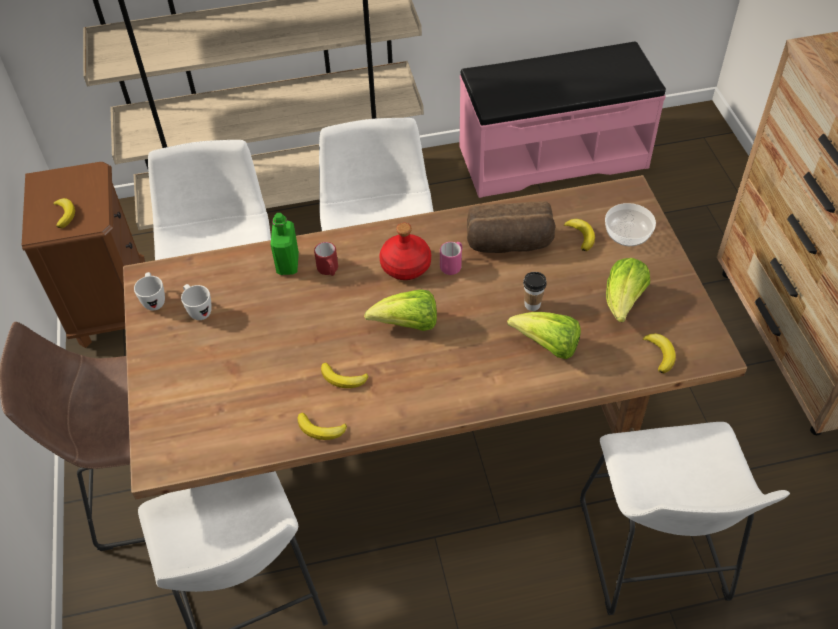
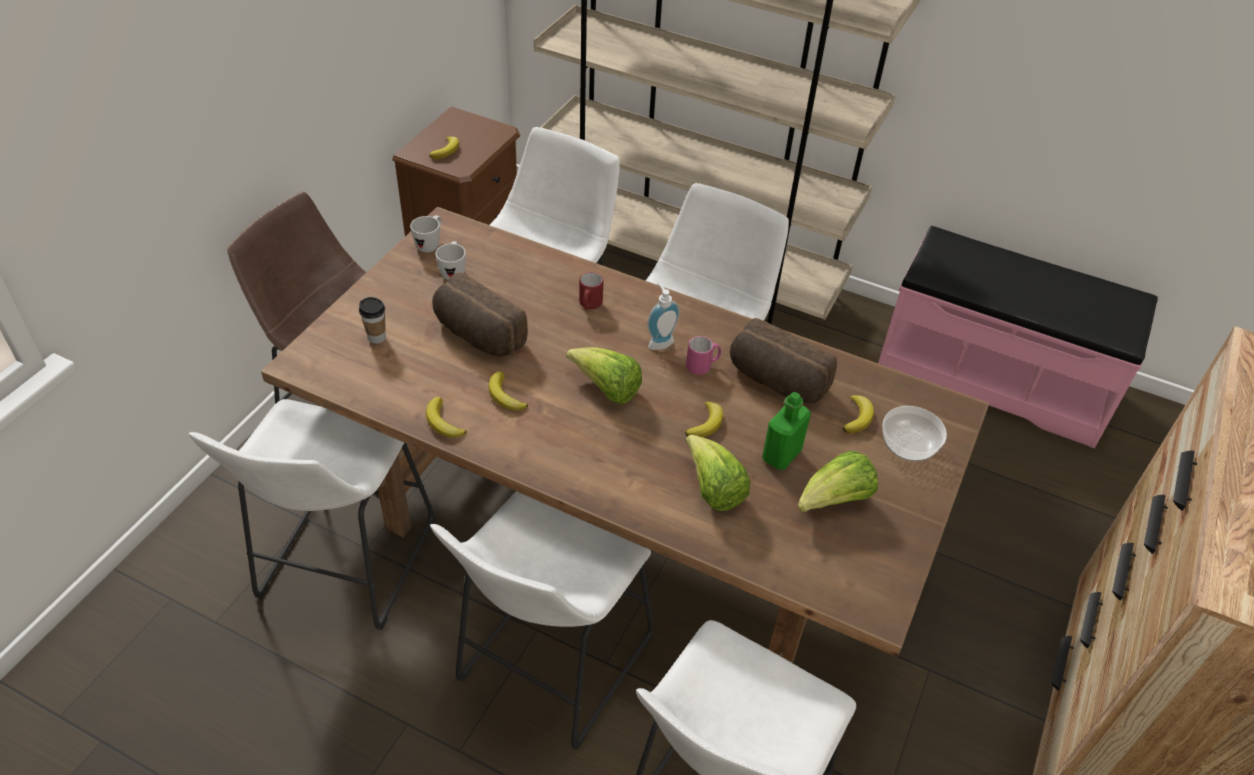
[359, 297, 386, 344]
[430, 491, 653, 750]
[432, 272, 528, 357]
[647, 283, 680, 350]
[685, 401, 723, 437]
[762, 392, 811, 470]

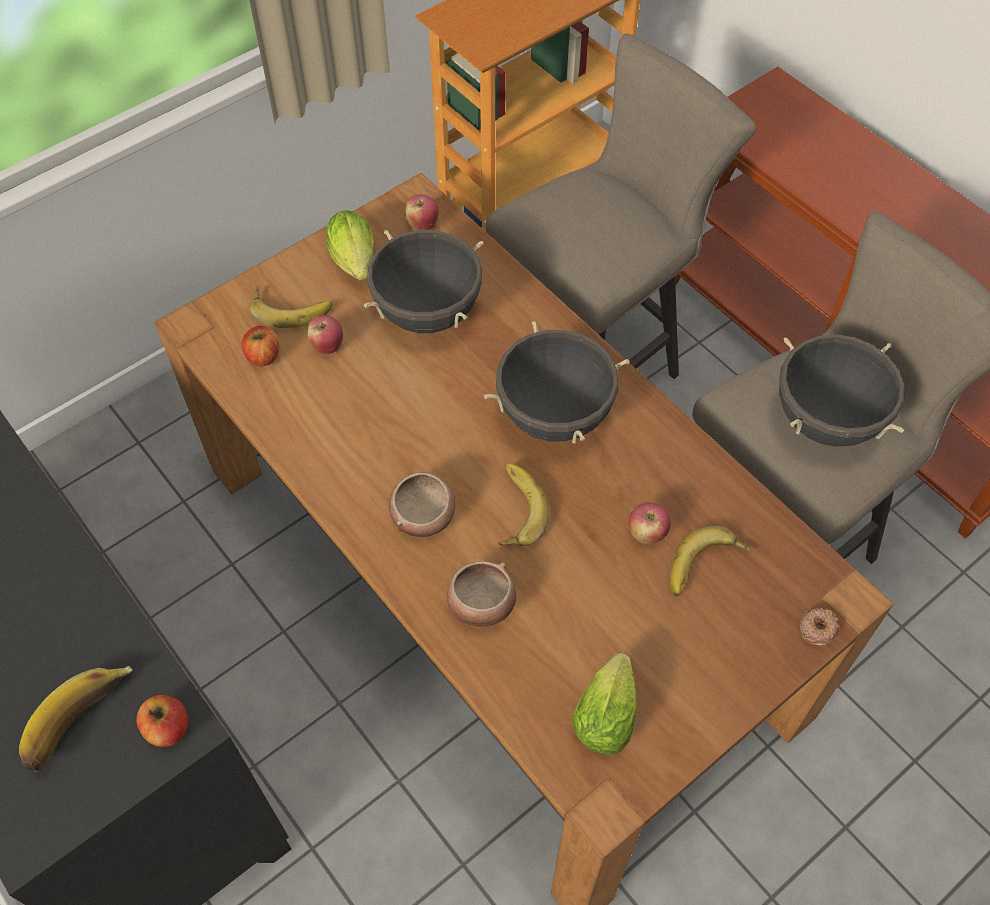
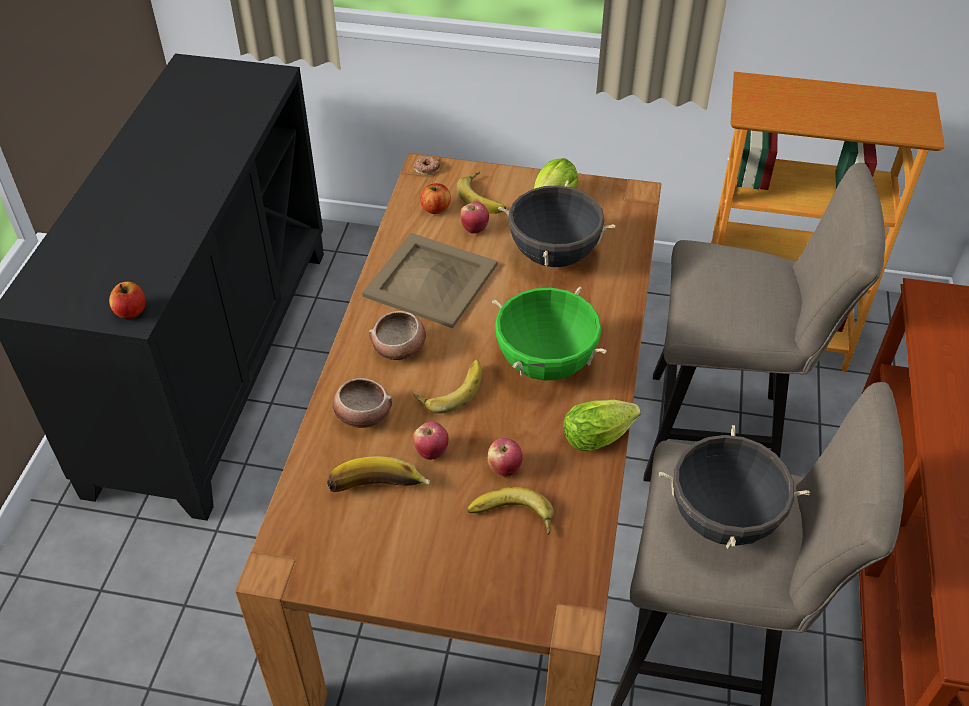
[327, 457, 430, 492]
[362, 233, 498, 328]
[413, 156, 440, 175]
[413, 421, 449, 460]
[492, 286, 607, 381]
[563, 400, 641, 451]

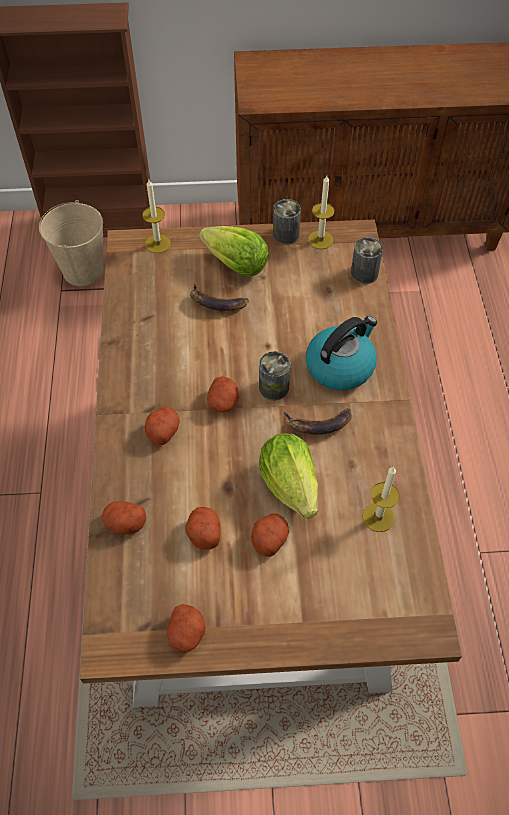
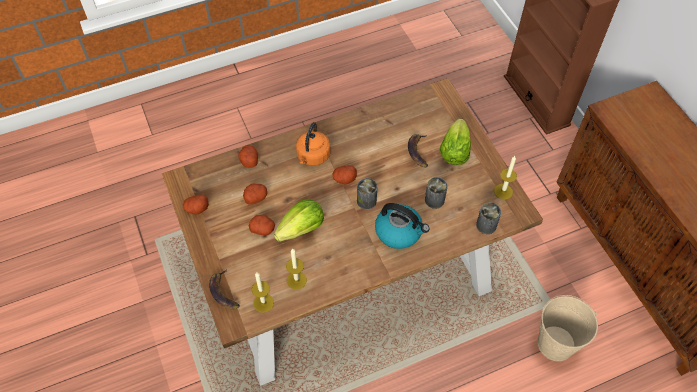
[209, 269, 240, 309]
[252, 273, 274, 313]
[296, 122, 331, 166]
[425, 177, 447, 209]
[537, 295, 598, 362]

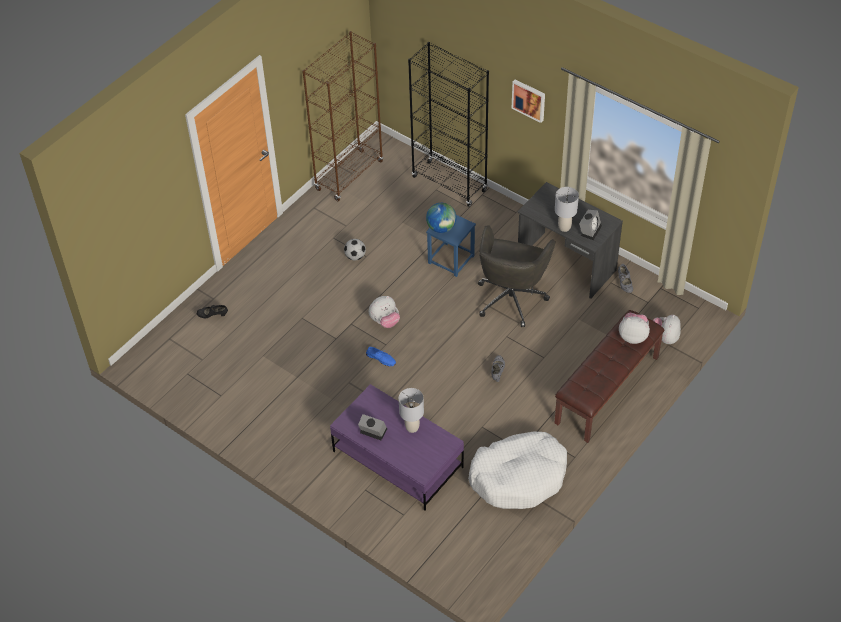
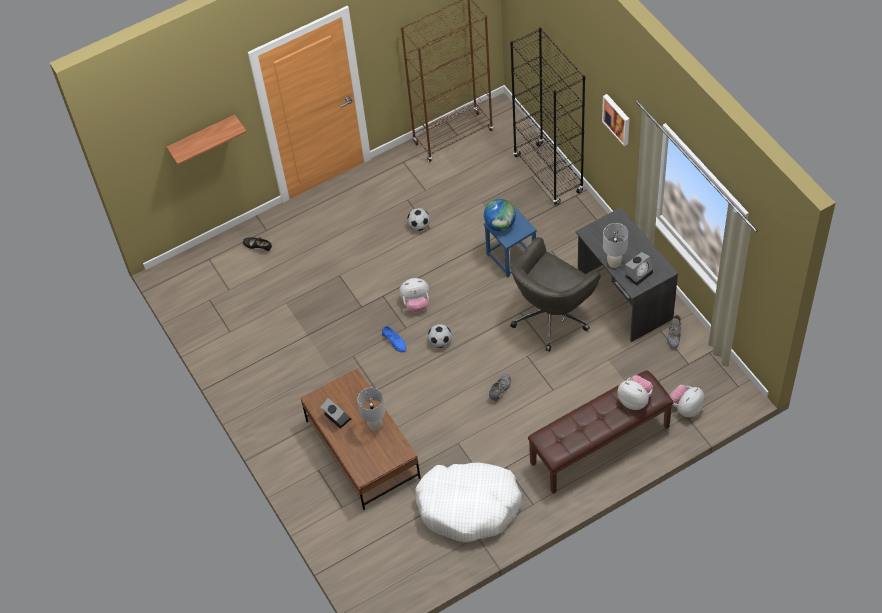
[166, 114, 247, 165]
[301, 368, 420, 510]
[428, 324, 452, 348]

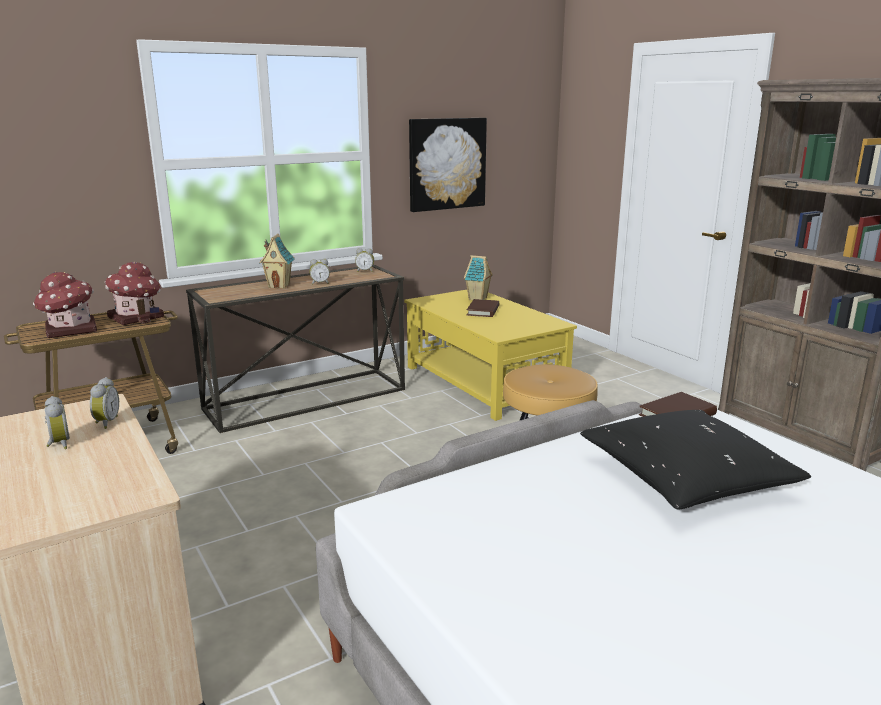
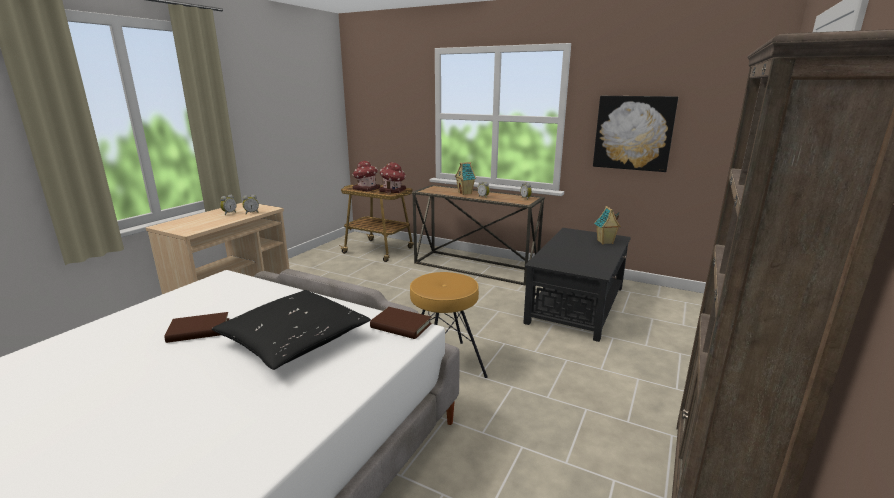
[164, 312, 229, 343]
[523, 228, 631, 342]

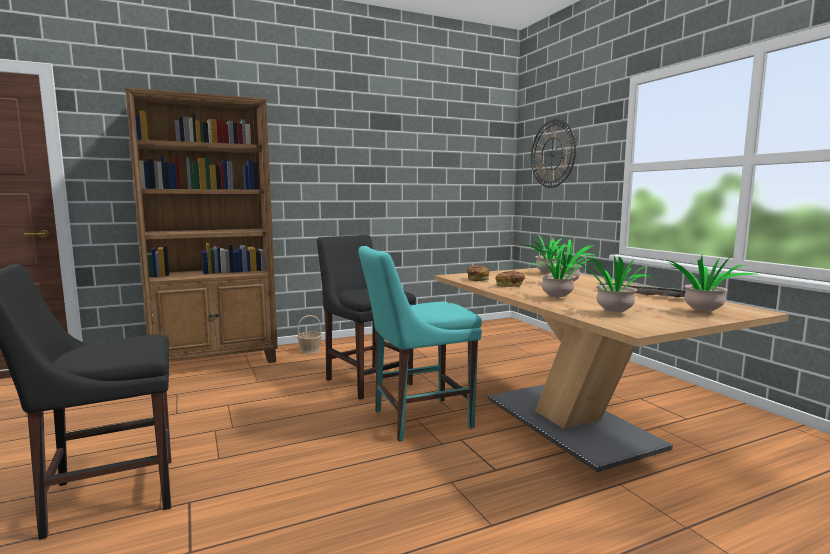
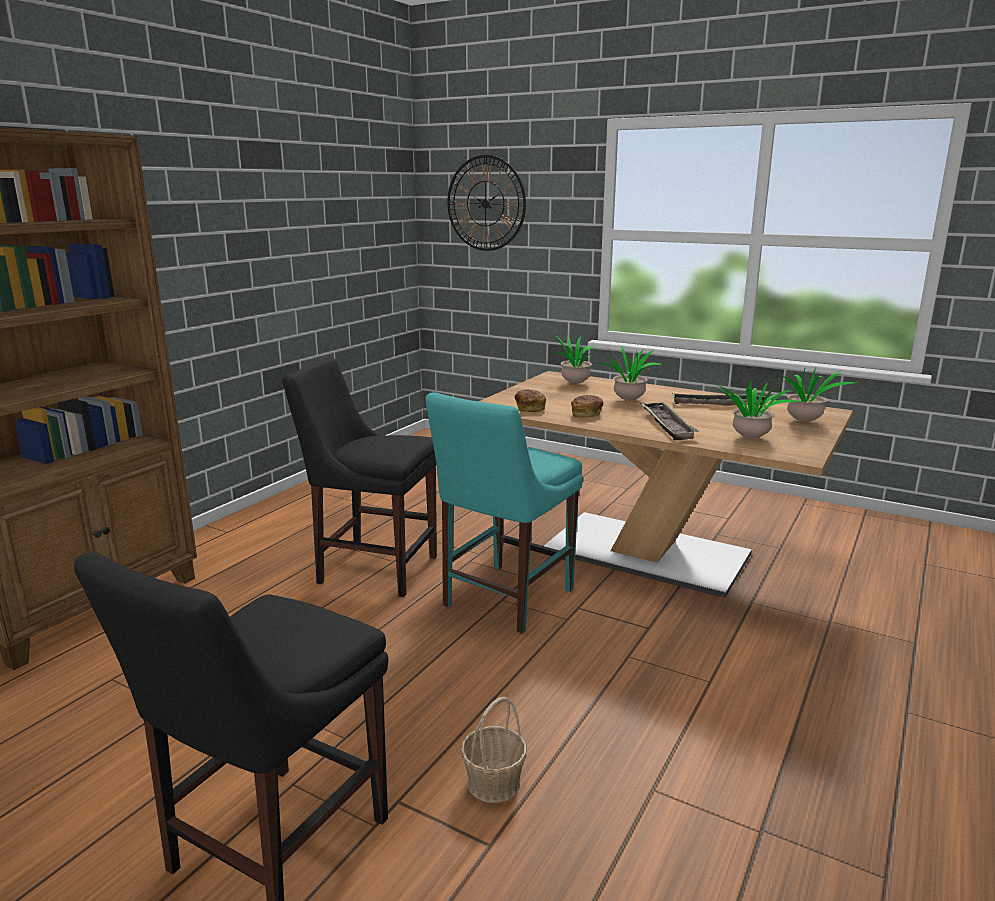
[461, 697, 527, 803]
[641, 402, 699, 440]

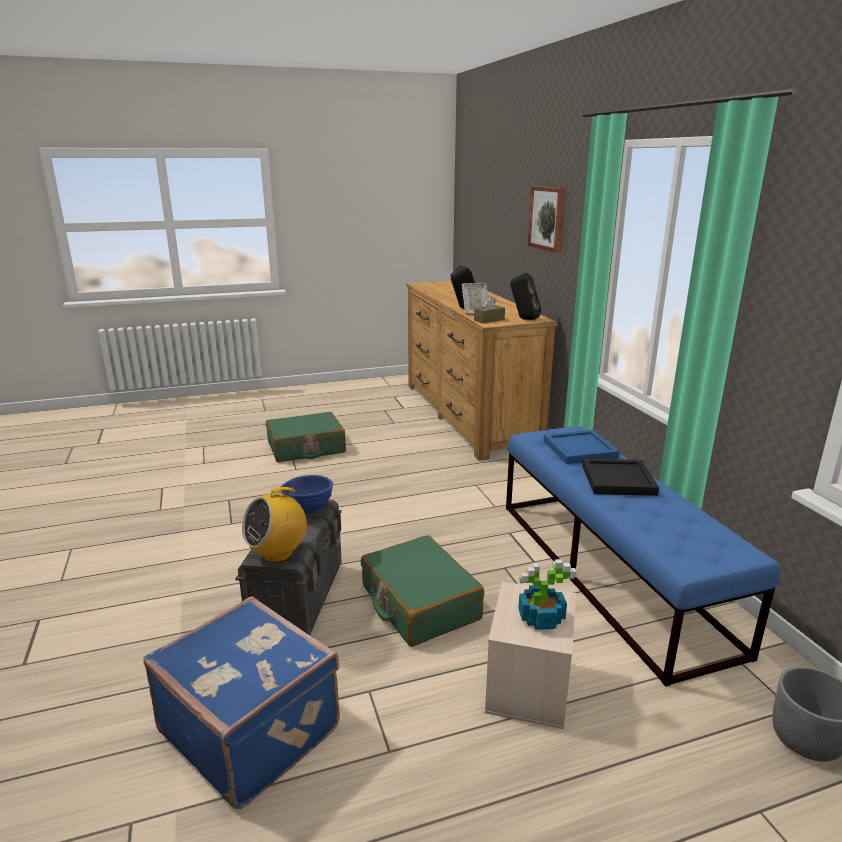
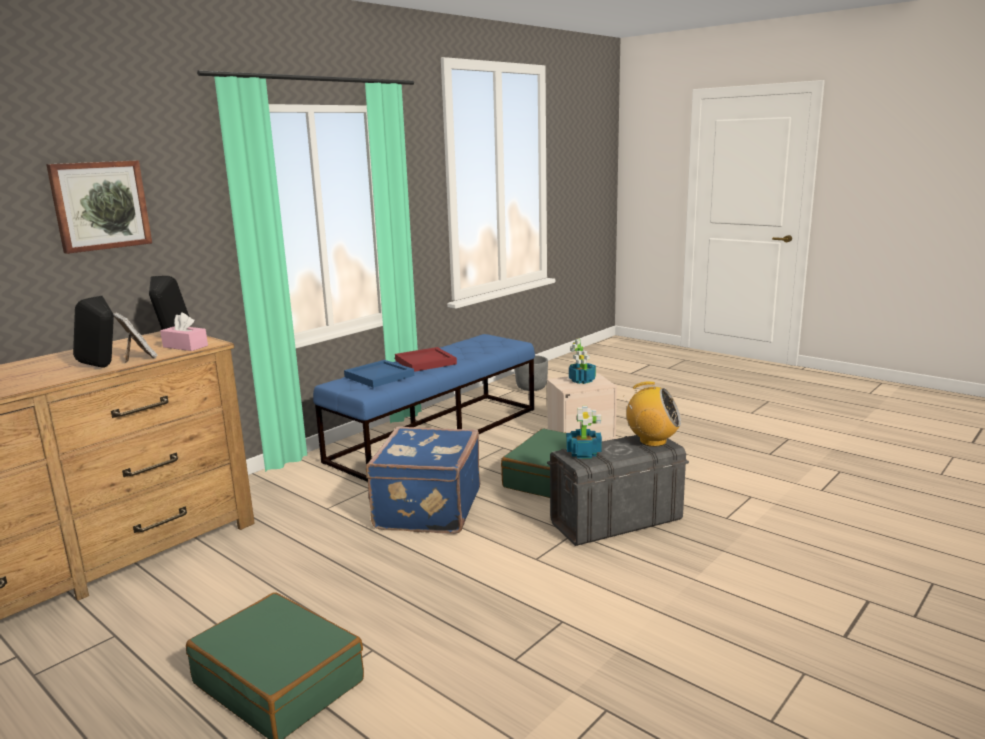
[160, 312, 208, 351]
[366, 426, 480, 534]
[395, 347, 457, 372]
[566, 406, 602, 459]

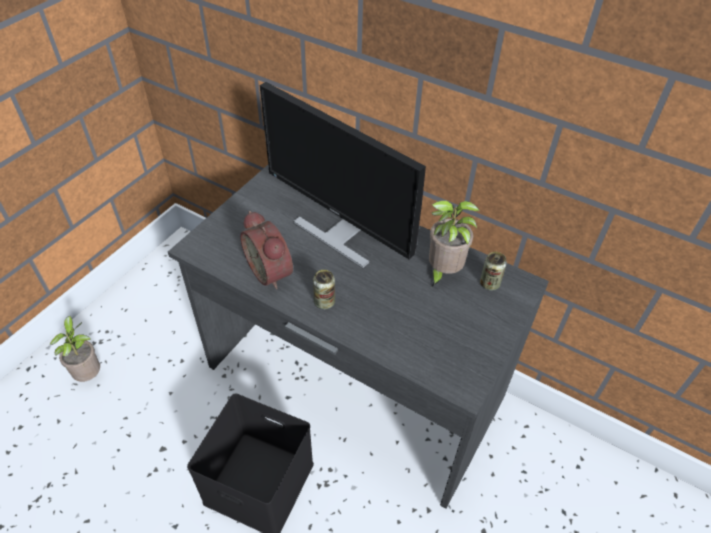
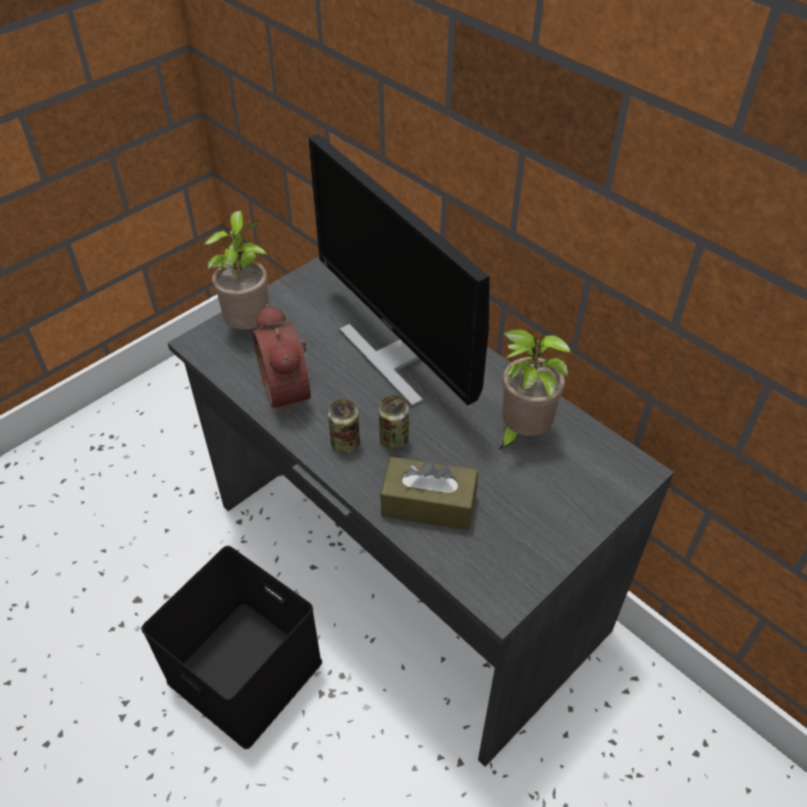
[204, 211, 269, 330]
[379, 395, 409, 450]
[381, 457, 478, 530]

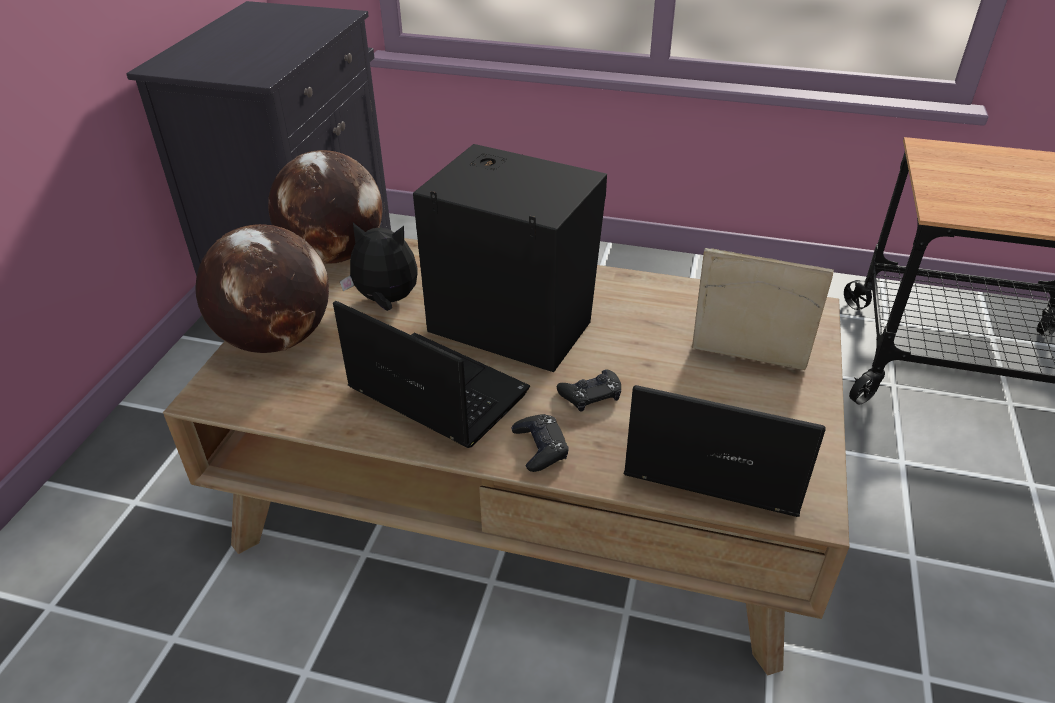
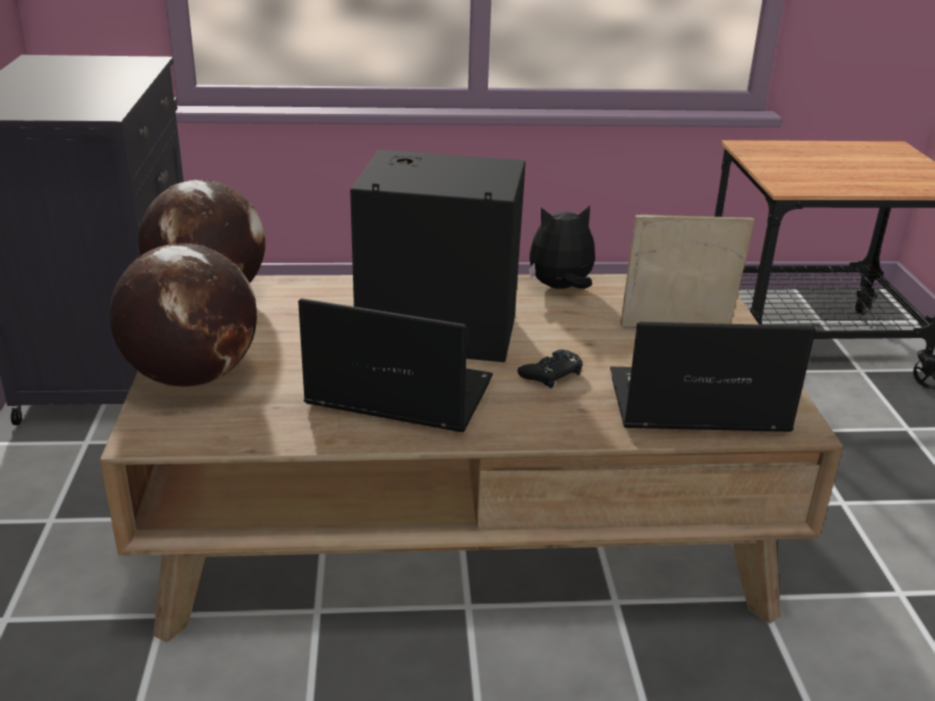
[529, 206, 595, 289]
[511, 414, 569, 472] (first image)

